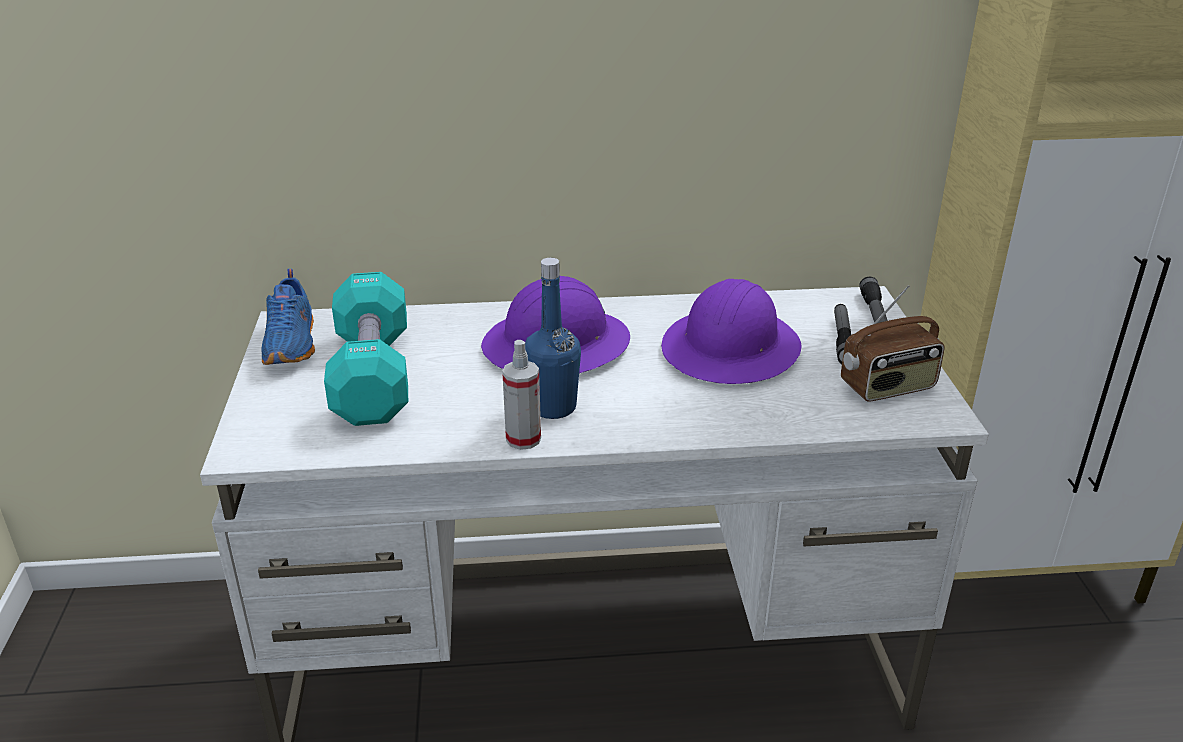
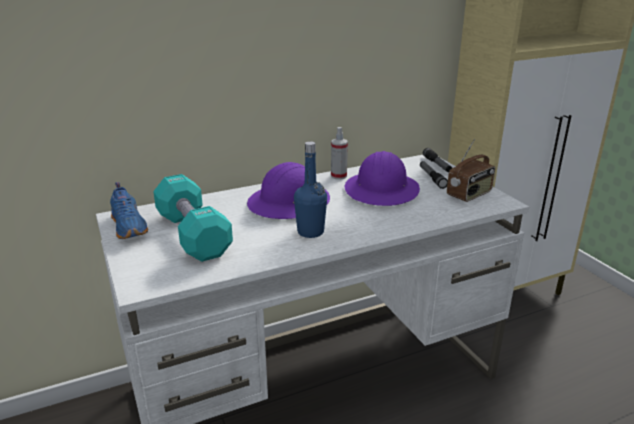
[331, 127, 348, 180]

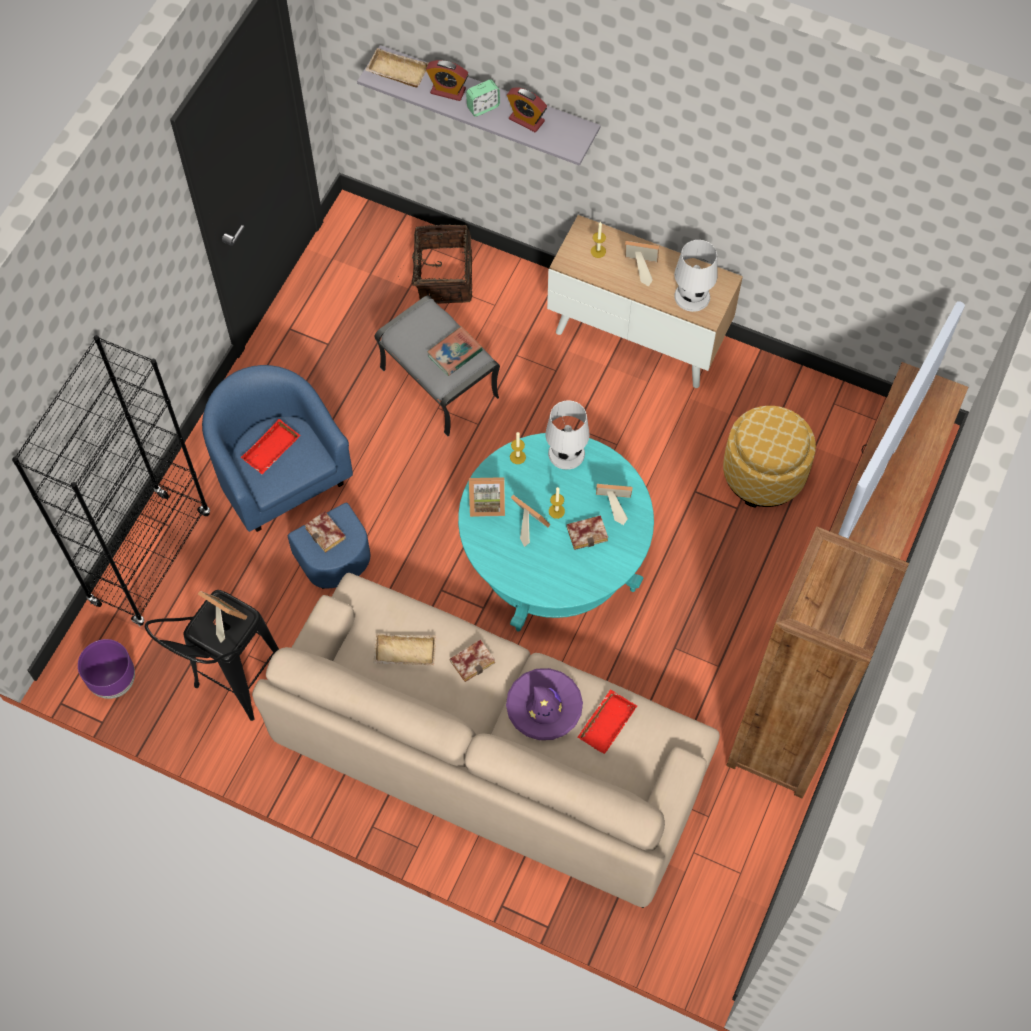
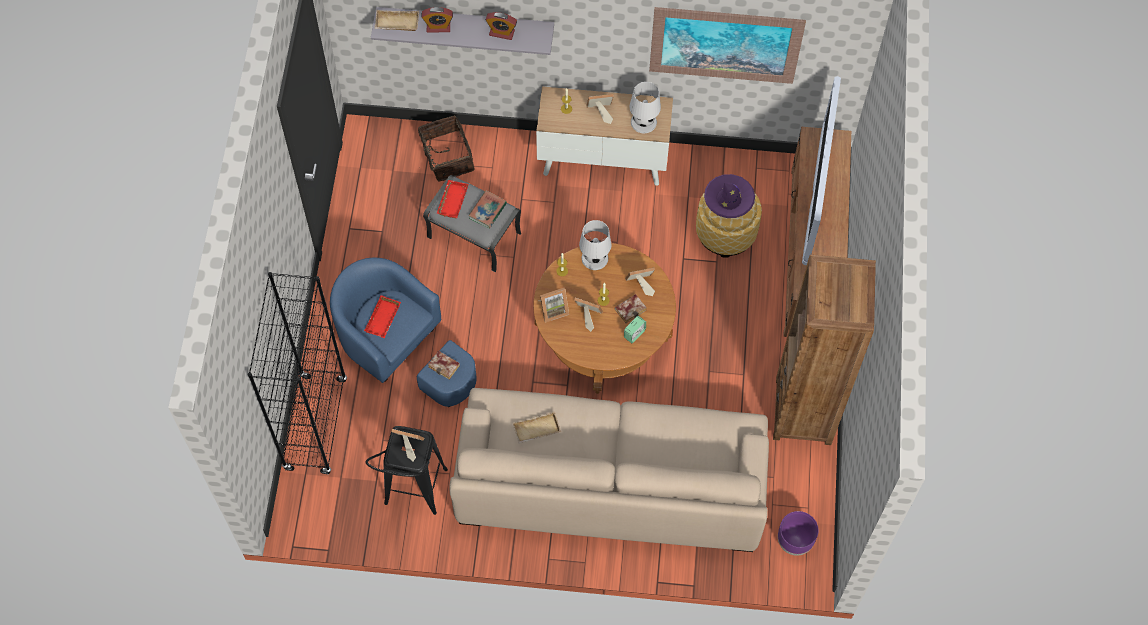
[437, 180, 469, 218]
[533, 243, 676, 394]
[624, 316, 646, 343]
[649, 7, 806, 84]
[704, 174, 755, 218]
[778, 511, 819, 556]
[450, 639, 495, 682] (first image)

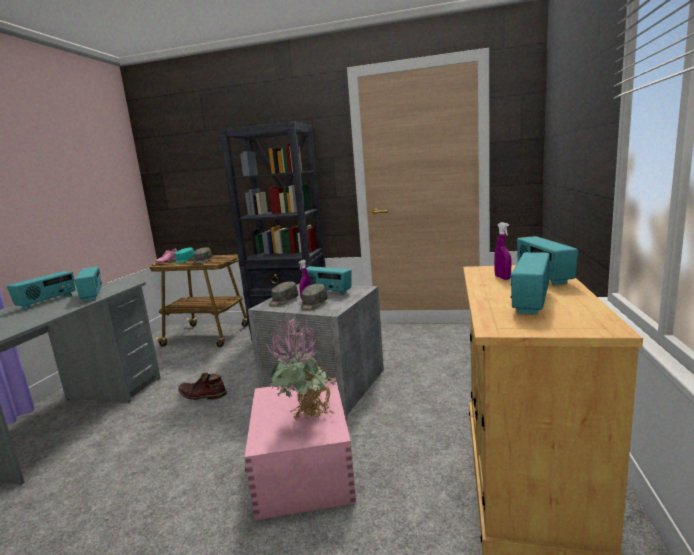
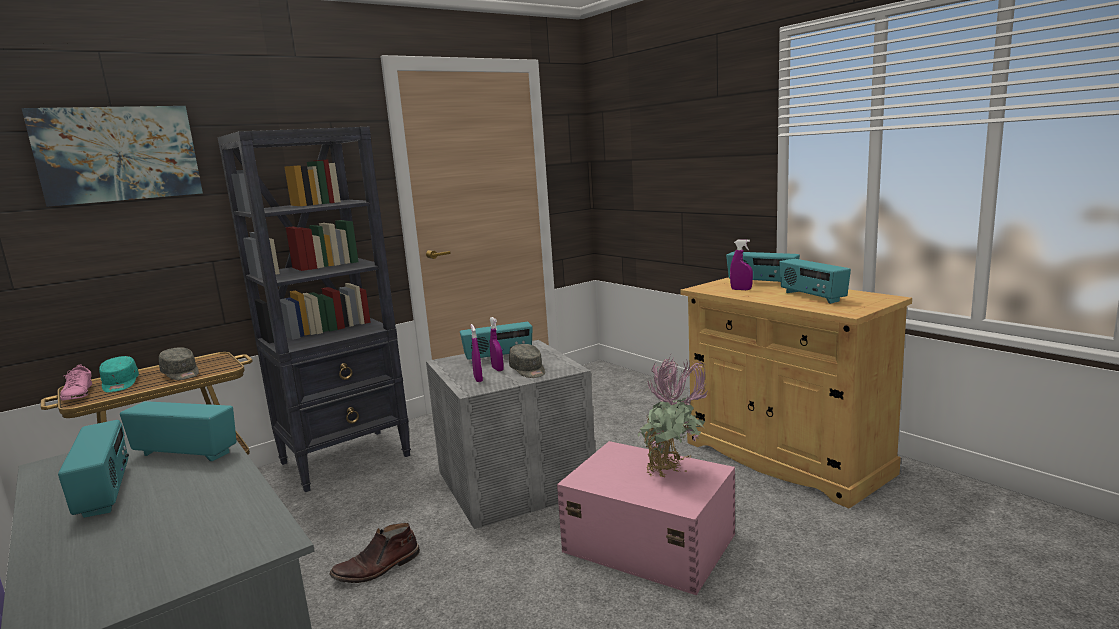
[21, 106, 203, 207]
[471, 324, 483, 382]

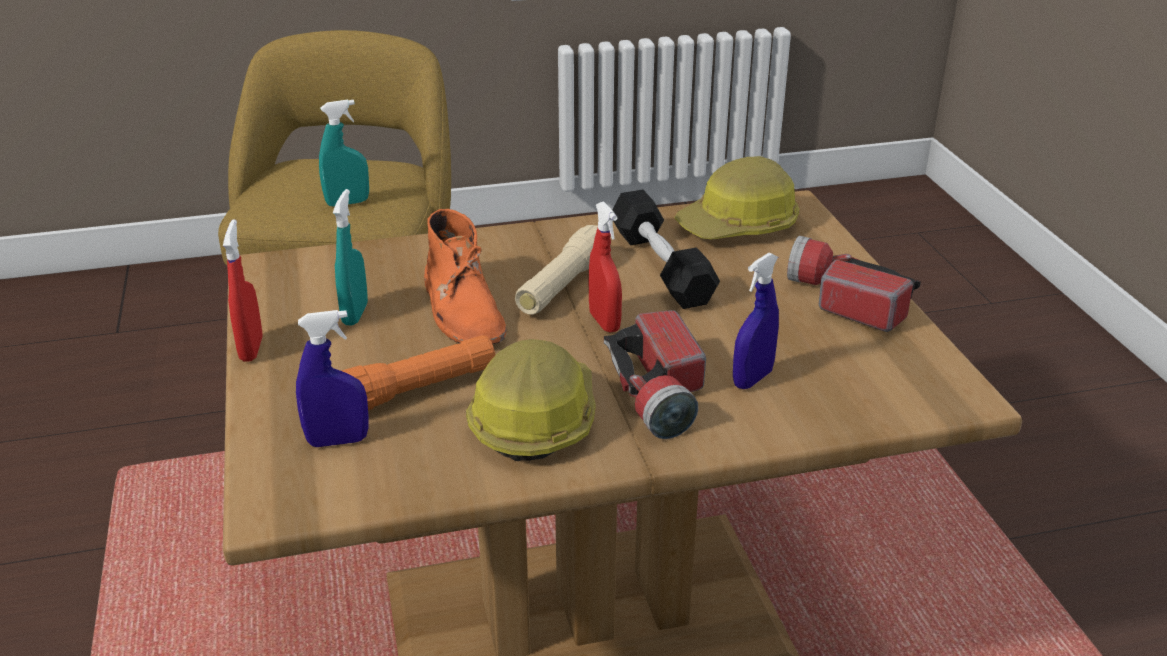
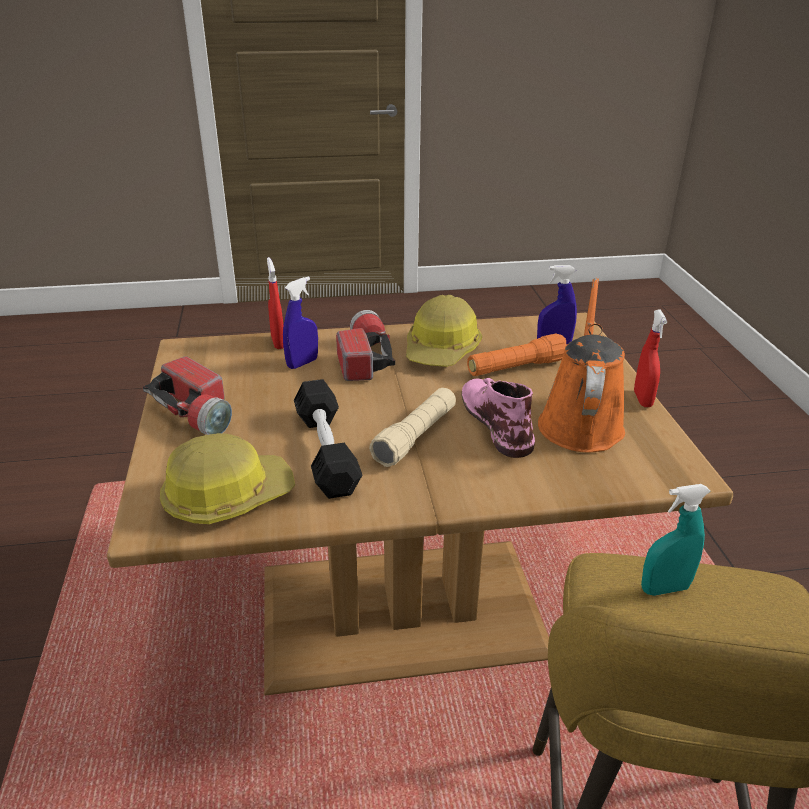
[267, 257, 284, 349]
[462, 378, 535, 458]
[538, 278, 625, 452]

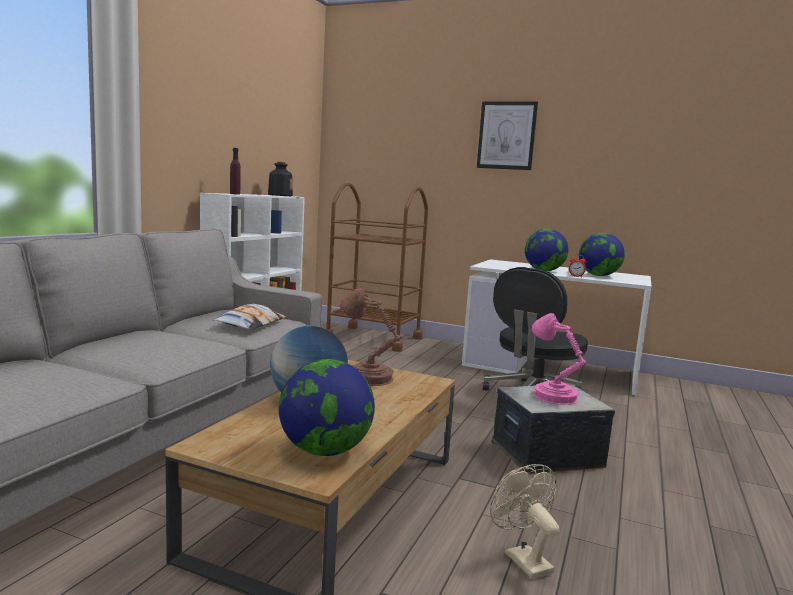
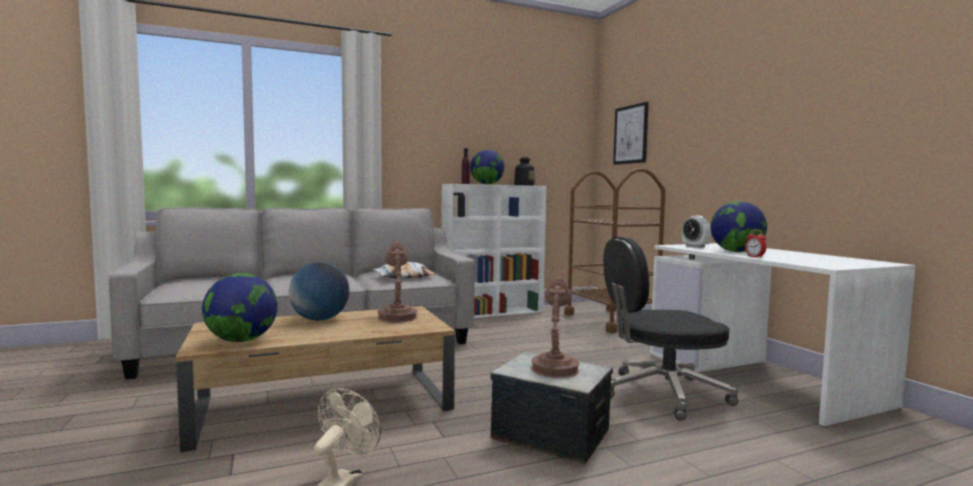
[470, 150, 505, 185]
[531, 277, 580, 378]
[613, 102, 648, 165]
[682, 216, 711, 248]

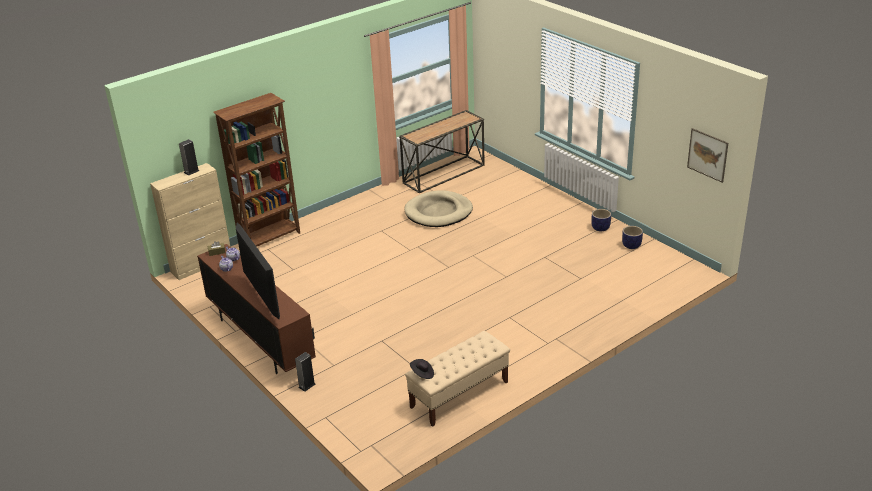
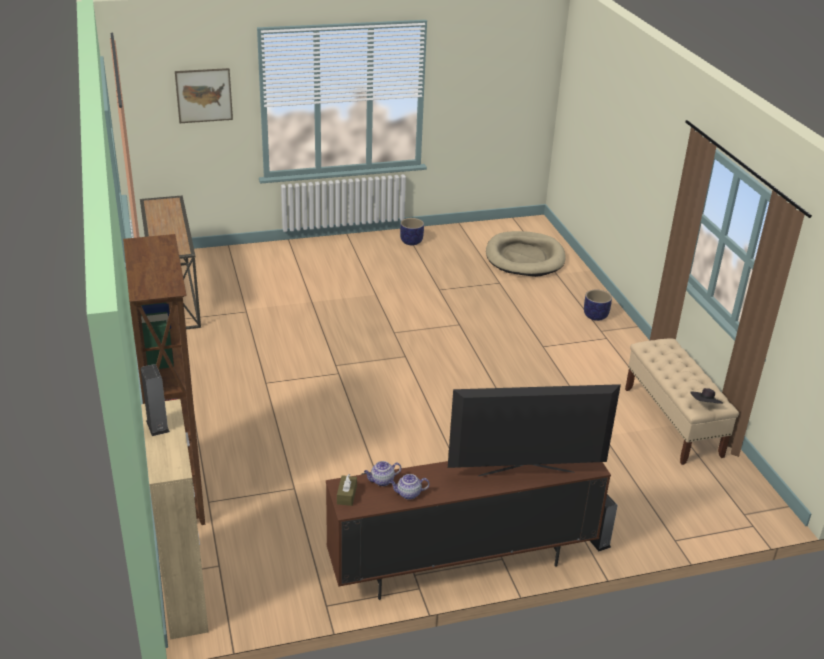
[175, 68, 233, 123]
[486, 231, 566, 277]
[584, 289, 612, 321]

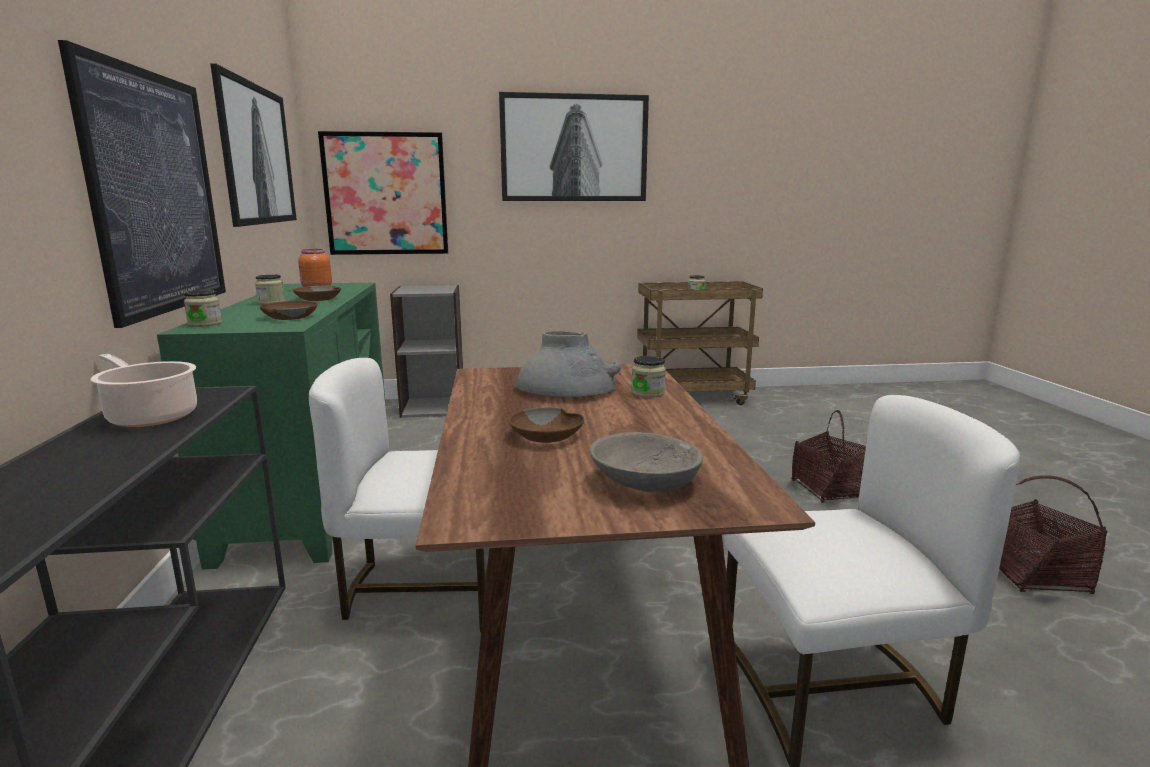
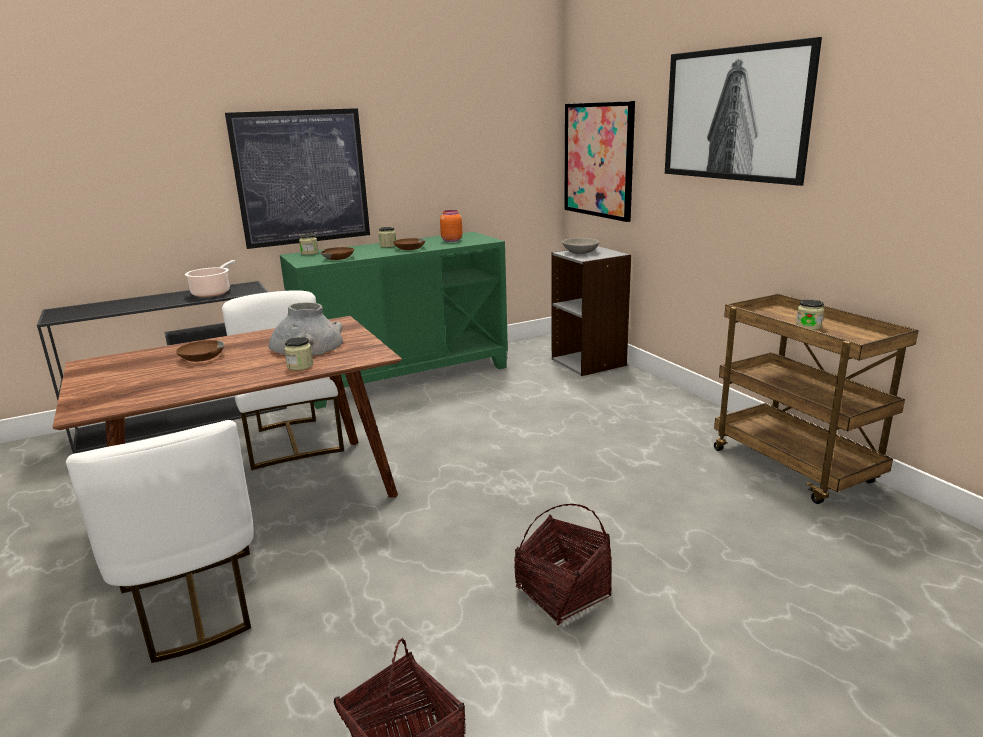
[562, 238, 599, 254]
[210, 63, 297, 227] (first image)

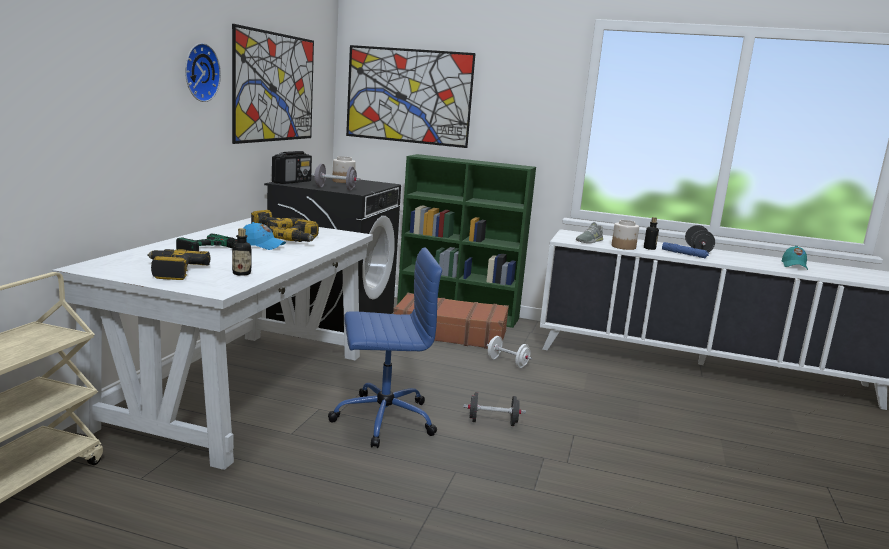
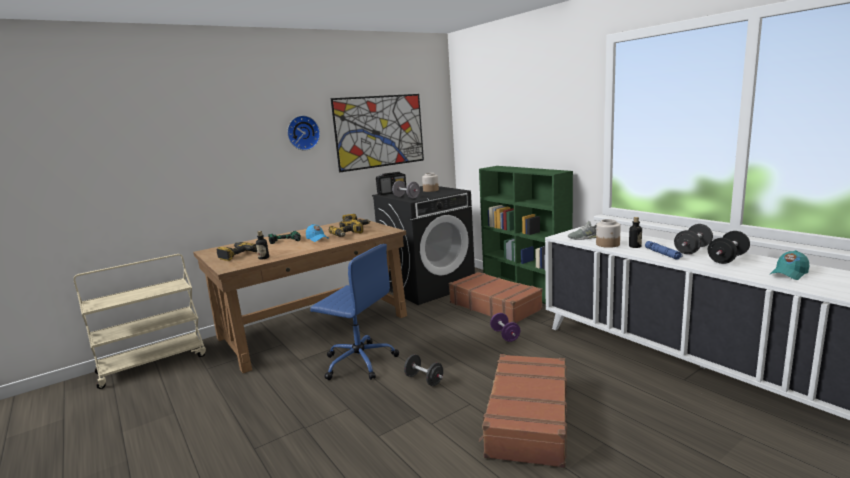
[193, 218, 407, 373]
[479, 354, 567, 468]
[490, 313, 520, 342]
[708, 231, 750, 264]
[346, 45, 476, 148] (first image)

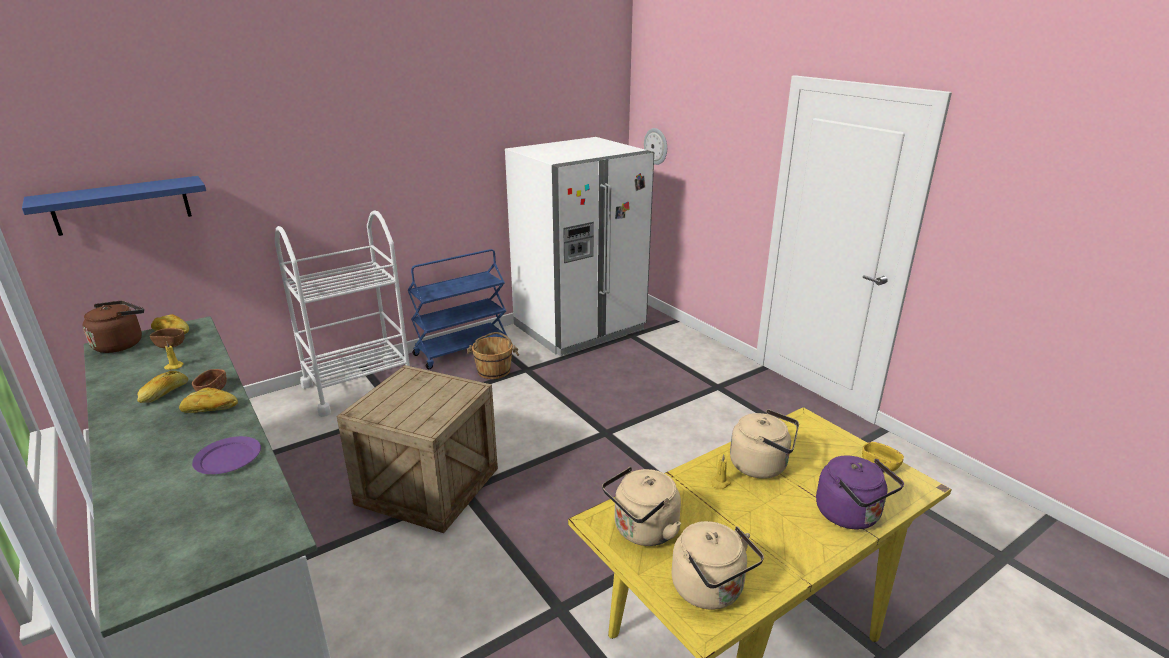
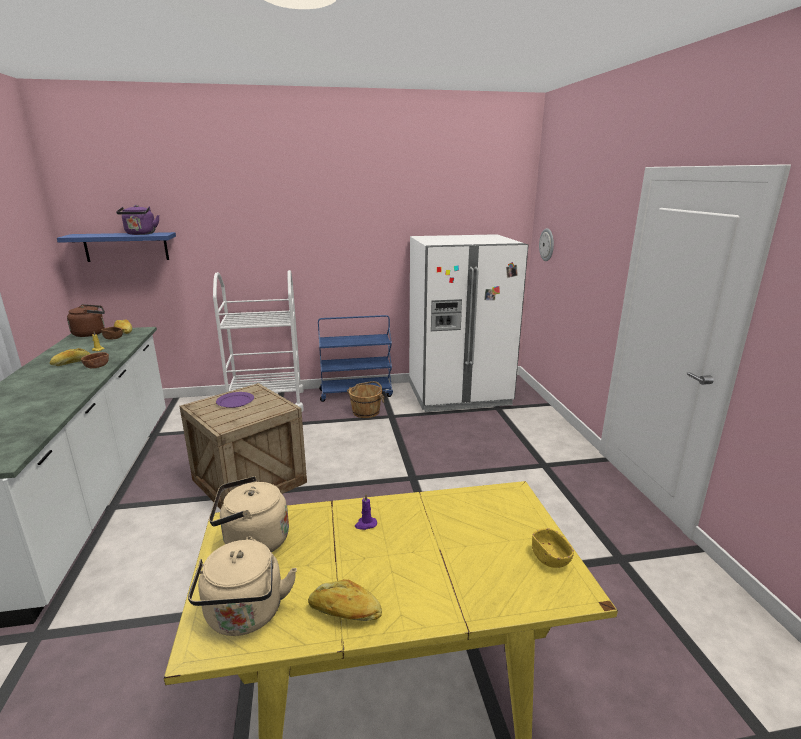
[116, 205, 160, 235]
[216, 392, 254, 408]
[308, 579, 382, 621]
[355, 494, 377, 530]
[730, 409, 799, 479] (first image)

